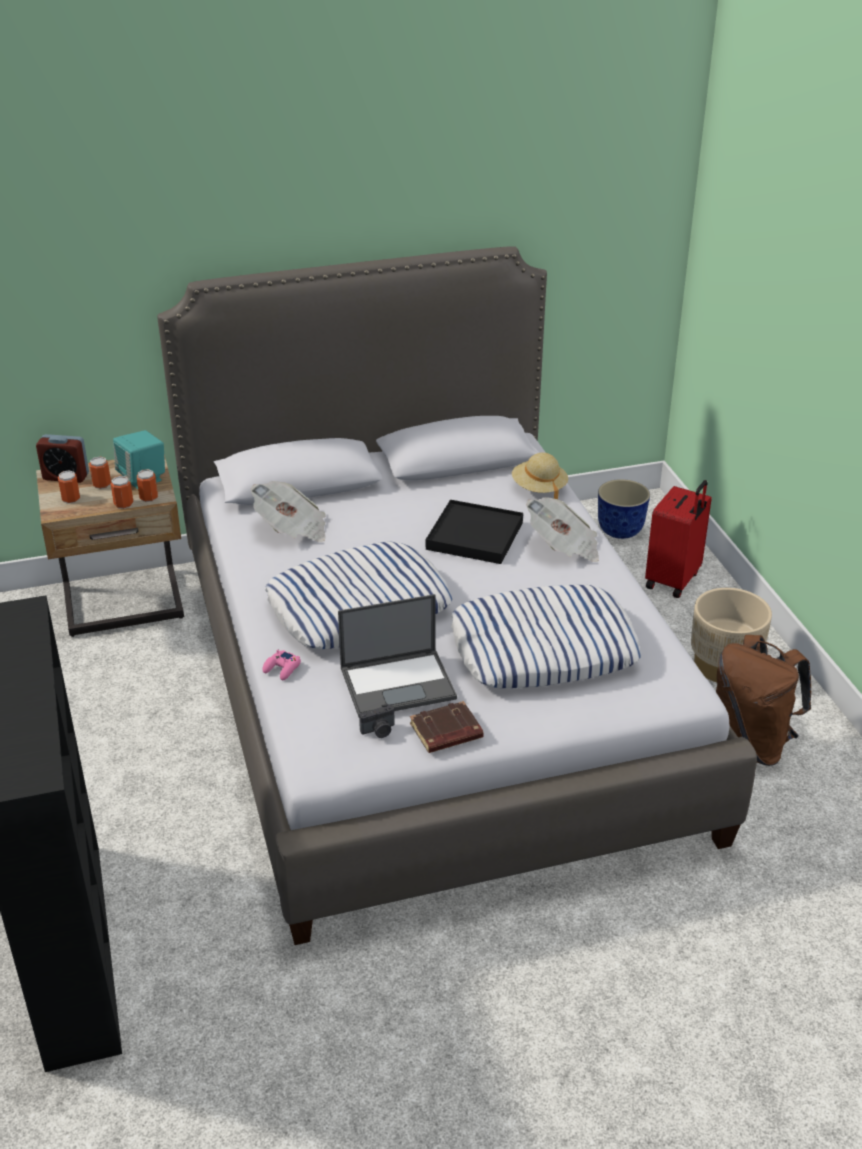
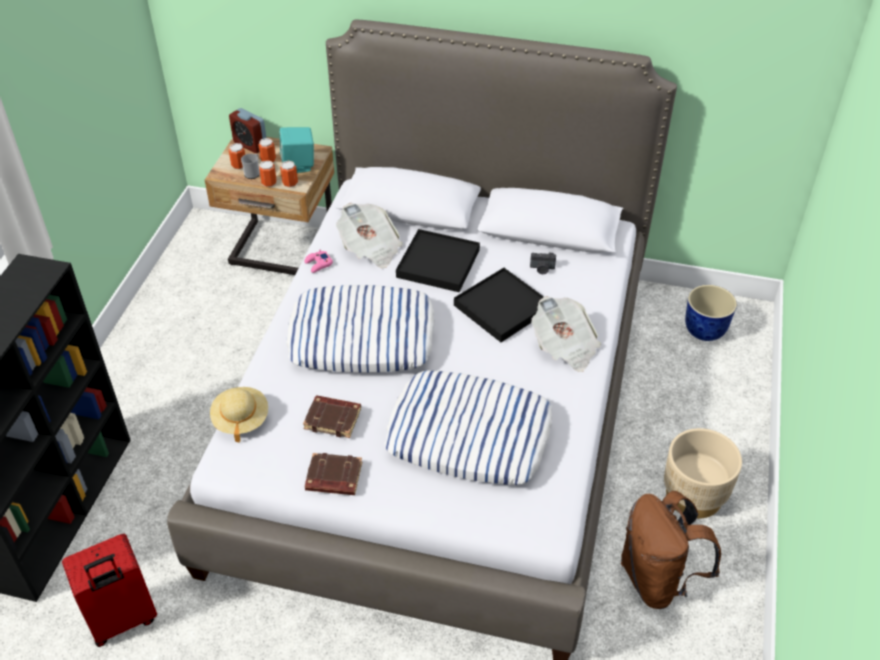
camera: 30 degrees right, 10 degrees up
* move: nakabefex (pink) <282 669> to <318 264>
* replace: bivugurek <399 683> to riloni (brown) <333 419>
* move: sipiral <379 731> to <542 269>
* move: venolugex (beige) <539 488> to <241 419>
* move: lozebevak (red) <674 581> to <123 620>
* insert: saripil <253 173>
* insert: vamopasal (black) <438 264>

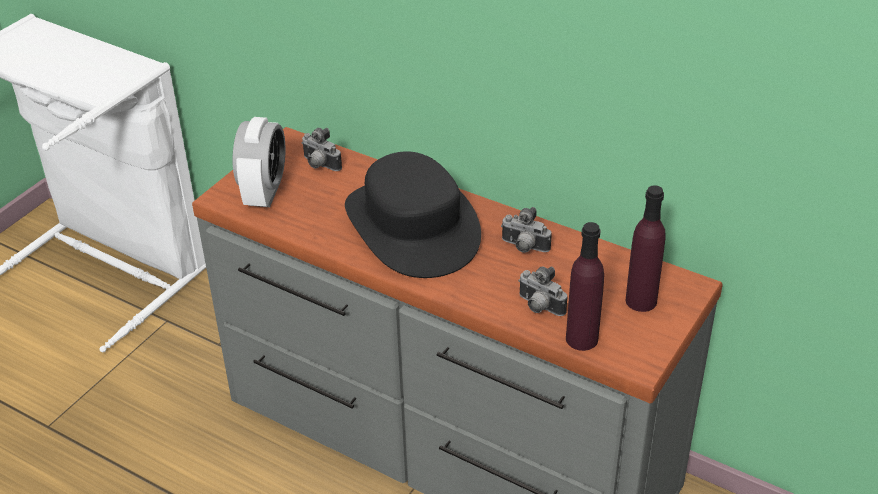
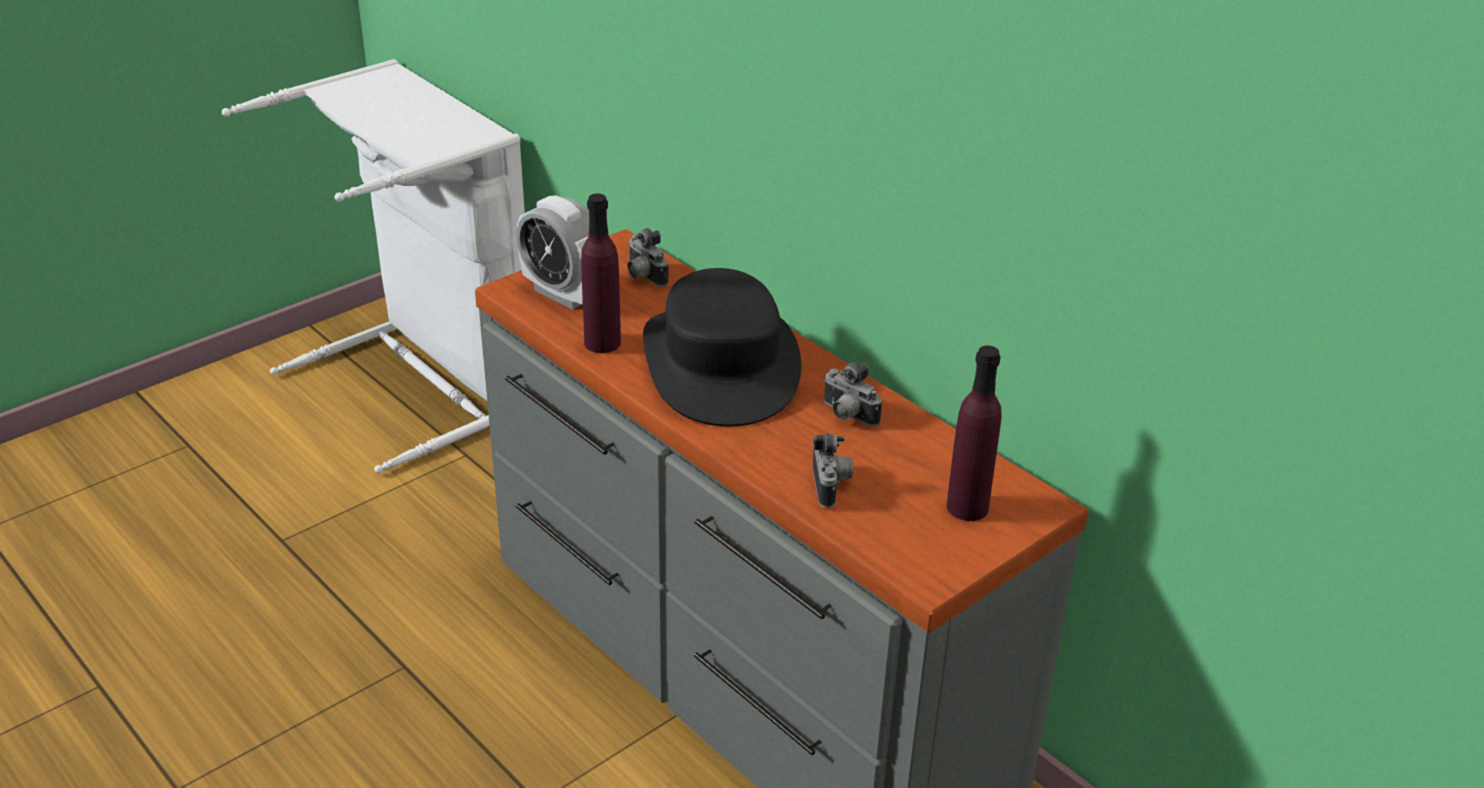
camera: 15 degrees right, 5 degrees down
* rotate: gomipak <264 193> = <563 294> 105 degrees clockwise
* rotate: sipiral <539 307> = <831 486> 150 degrees counterclockwise
* move: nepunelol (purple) <582 339> to <602 343>

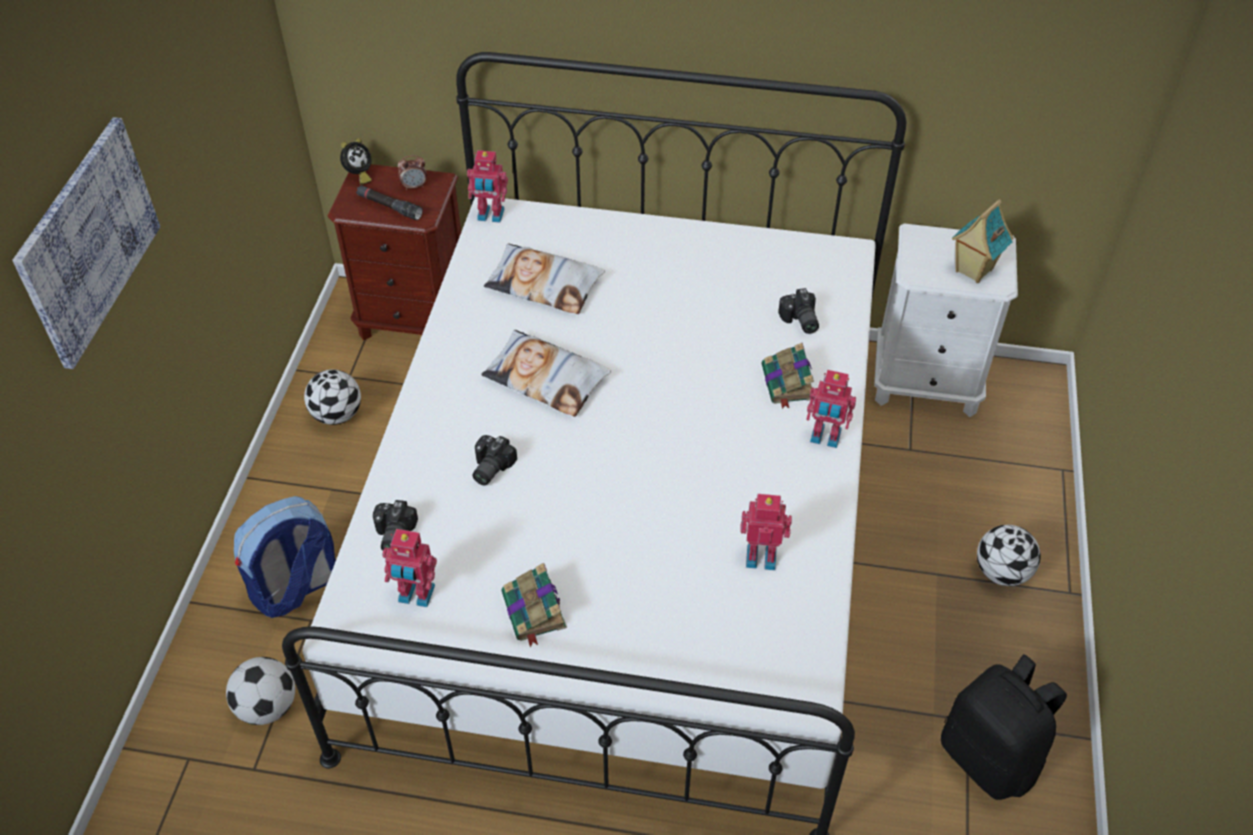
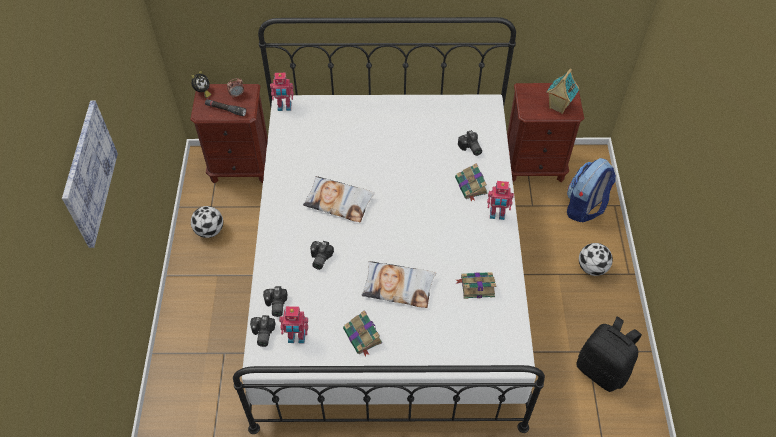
camera: 10 degrees left, 5 degrees up
* delete: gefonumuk <267 706>
* move: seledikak <296 588> to <584 207>
* move: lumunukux <544 285> to <398 286>
* replace: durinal <761 555> to riloni <476 286>
* recolor: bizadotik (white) <926 383> to bizadotik (brown) <534 165>
* insert: sipiral <262 334>

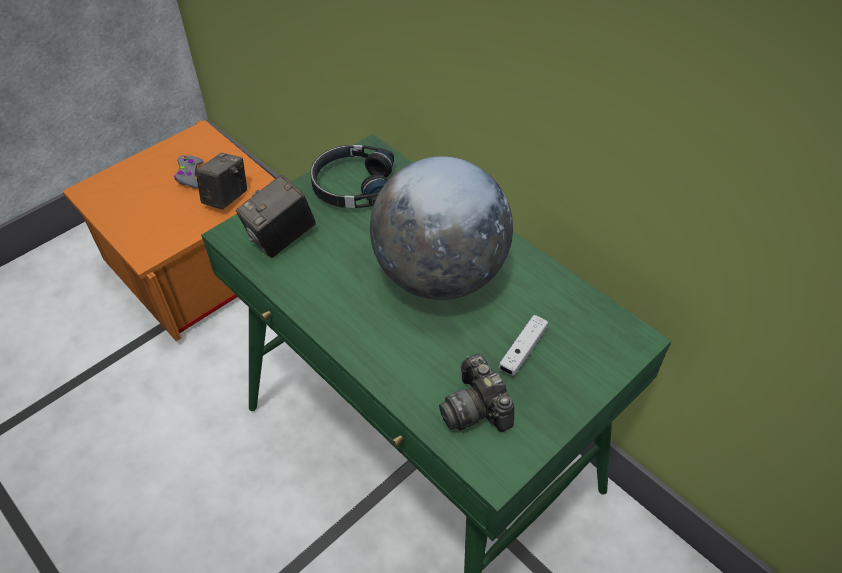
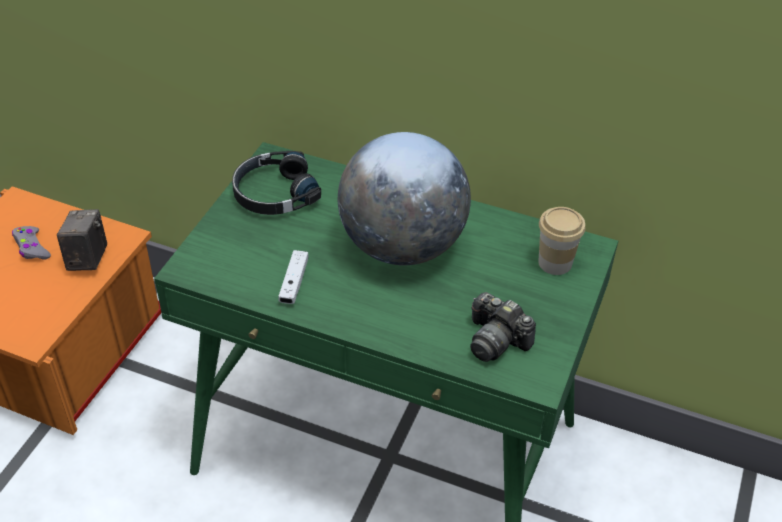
camera: 25 degrees left, 5 degrees down
* delete: sipiral <281 239>
* move: nakabefex (white) <522 350> to <294 283>
* insert: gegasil <555 263>

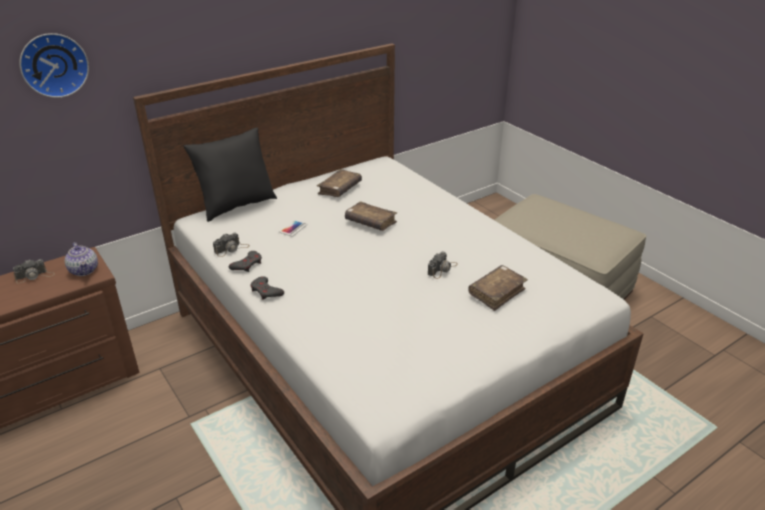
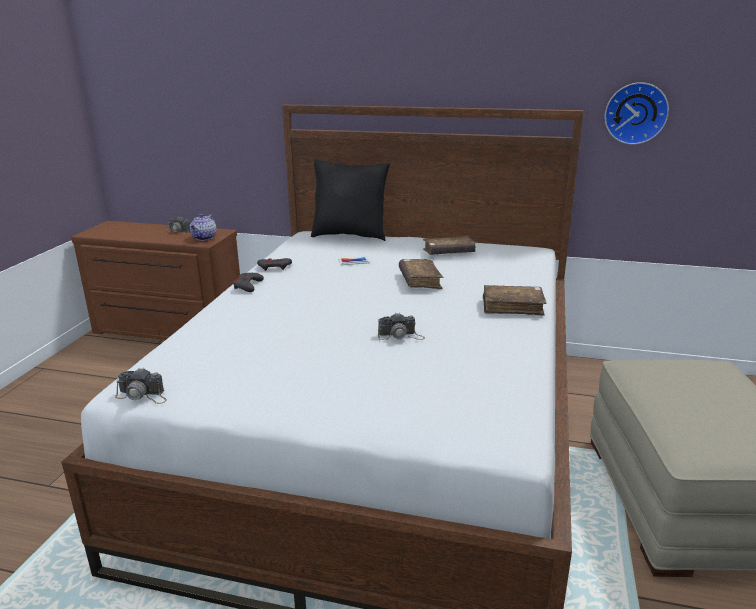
camera: 50 degrees right, 10 degrees down
* move: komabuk <53 64> to <635 113>
* move: sipiral <231 249> to <143 395>
* move: riloni (brown) <497 292> to <512 307>

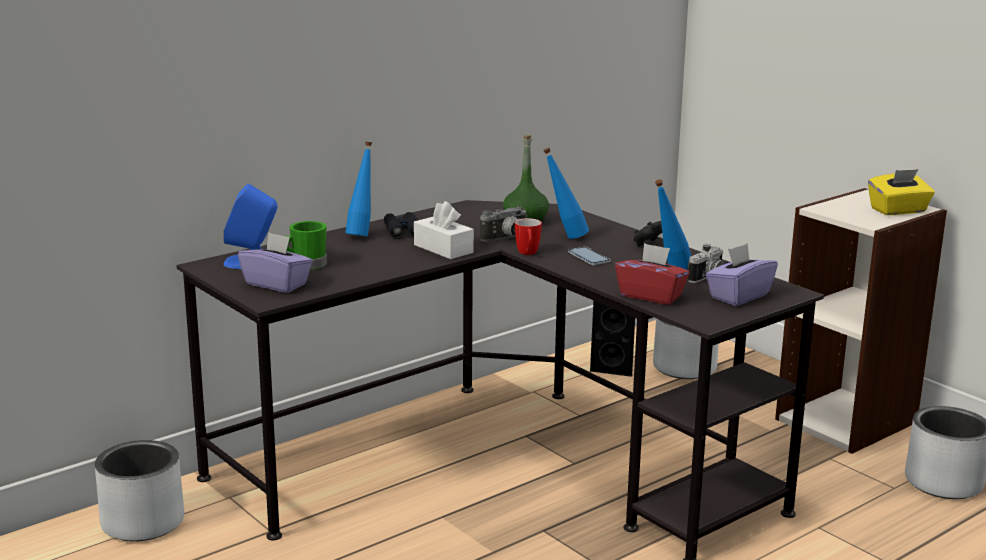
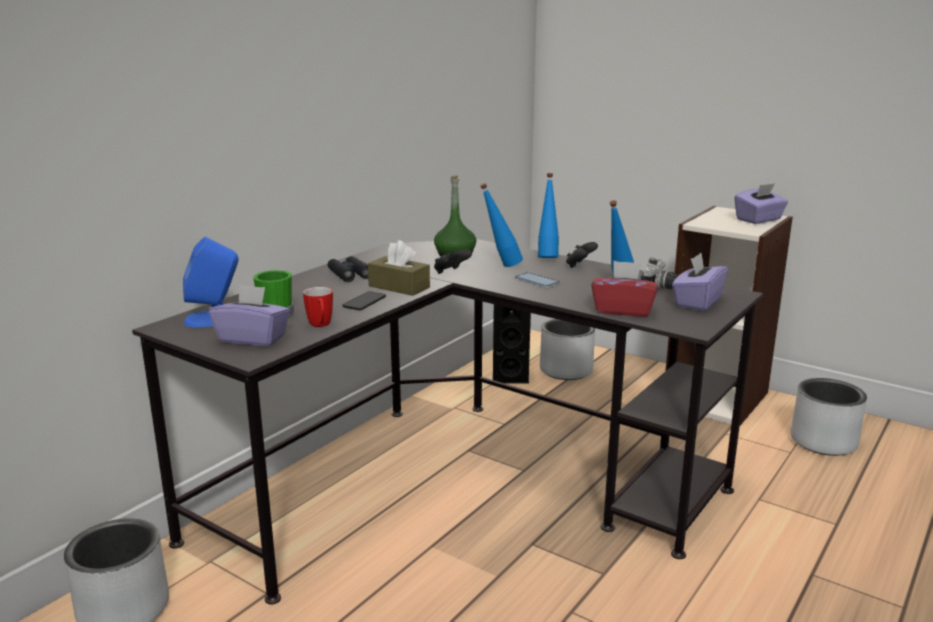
camera: 15 degrees left, 0 degrees up
* move: nepunelol (blue) <362 234> to <547 257>
* recolor: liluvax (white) <443 249> to liluvax (brown) <399 287>
* replace: sipiral <506 239> to nakabefex (black) <451 272>
* move: saripil <528 254> to <321 325>
* recolor: liluvax (yellow) <898 210> to liluvax (purple) <759 220>
* insert: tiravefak <364 302>

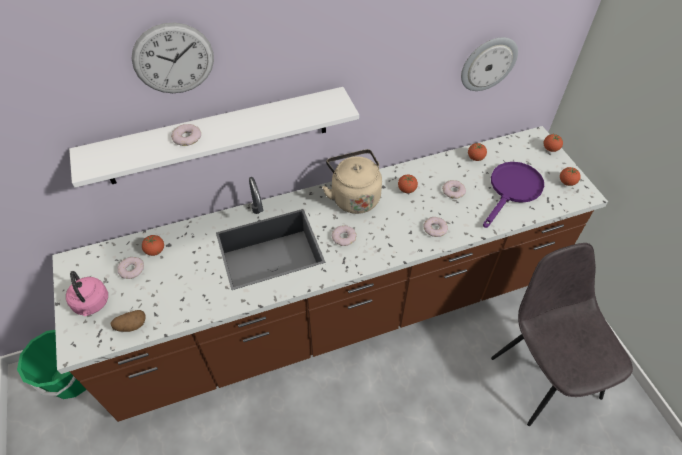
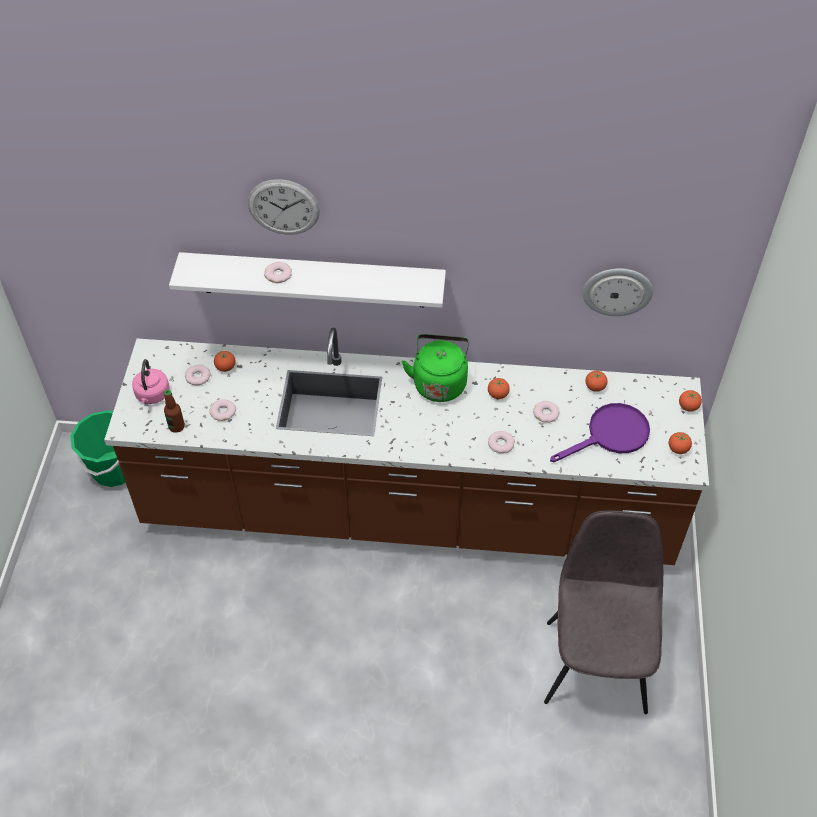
camera: 25 degrees right, 0 degrees up
* replace: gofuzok <131 326> to nepunelol <176 427>
* recolor: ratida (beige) <354 196> to ratida (green) <439 382>
* move: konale <344 237> to <223 412>

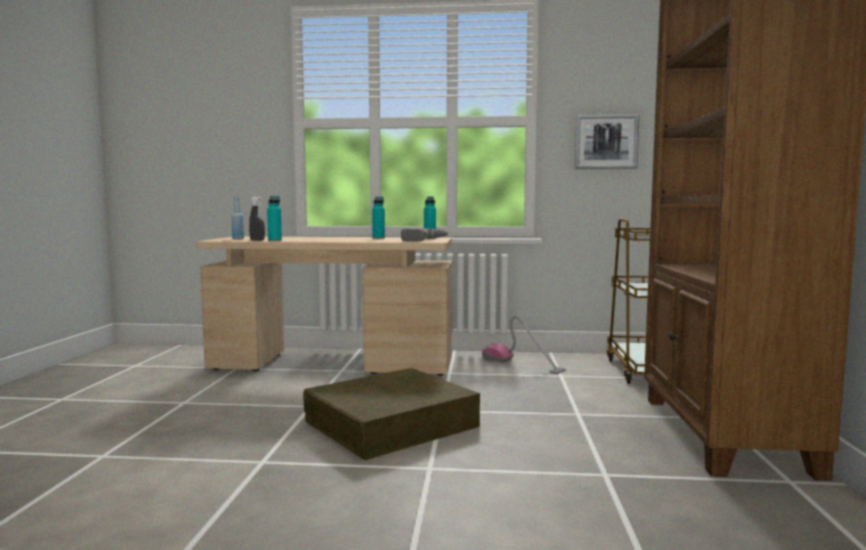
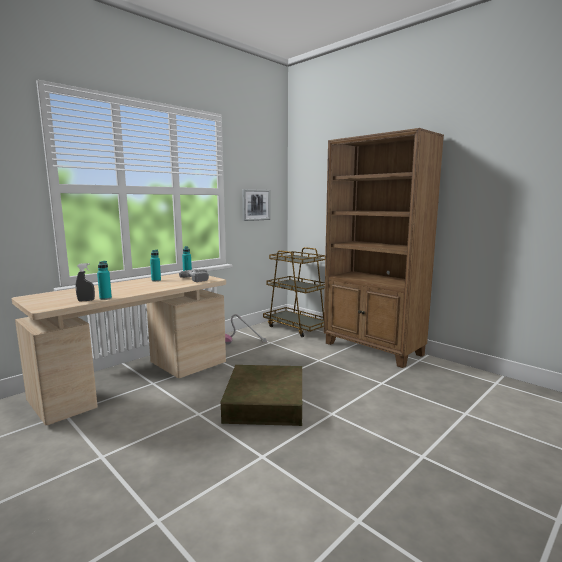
camera: 50 degrees left, 5 degrees up
* delete: nepunelol (blue) <238 239>

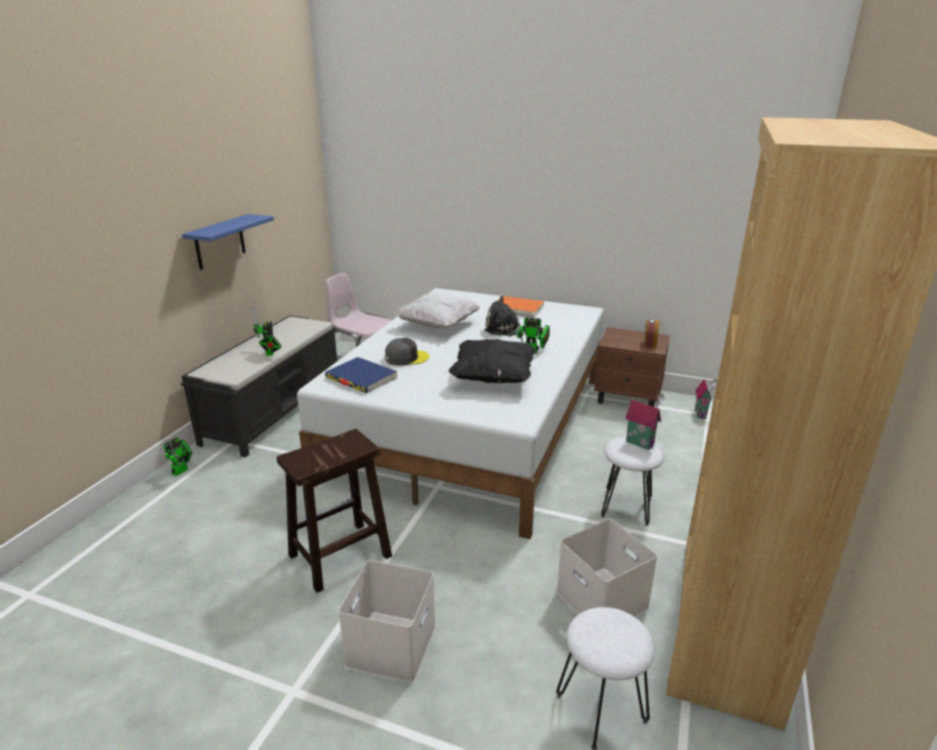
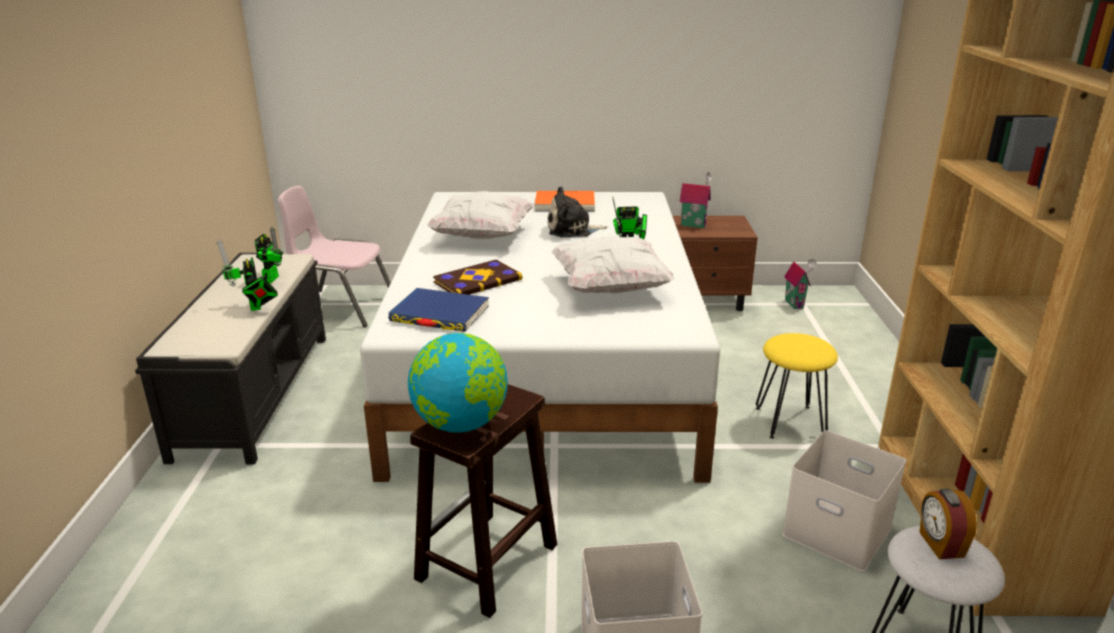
camera: 20 degrees left, 0 degrees up
* move: durinal <182 470> to <272 278>
* delete: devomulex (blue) <220 242>
* replace: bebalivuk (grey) <406 358> to riloni <477 281>
* recolor: lumunukux (black) <493 378> to lumunukux (white) <611 288>
* recolor: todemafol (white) <626 507> to todemafol (yellow) <789 421>
* move: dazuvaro <641 443> to <693 224>
* move: gomipak <649 344> to <940 544>
* insert: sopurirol <461 424>

